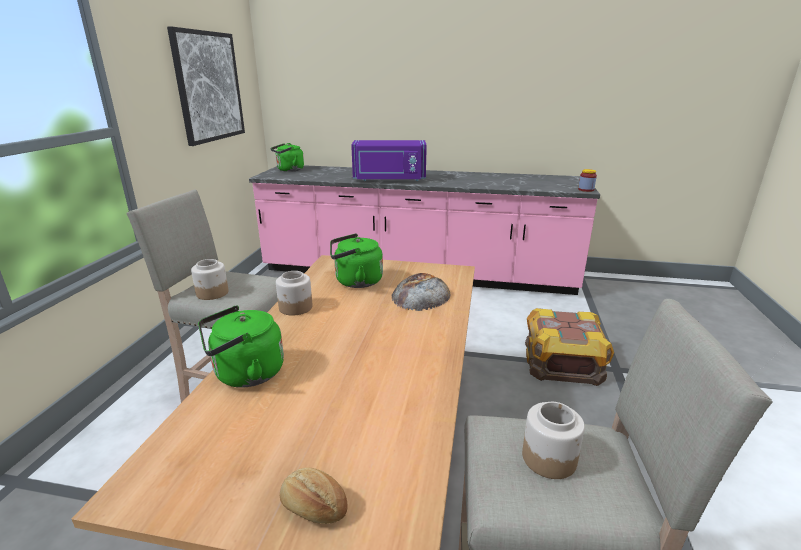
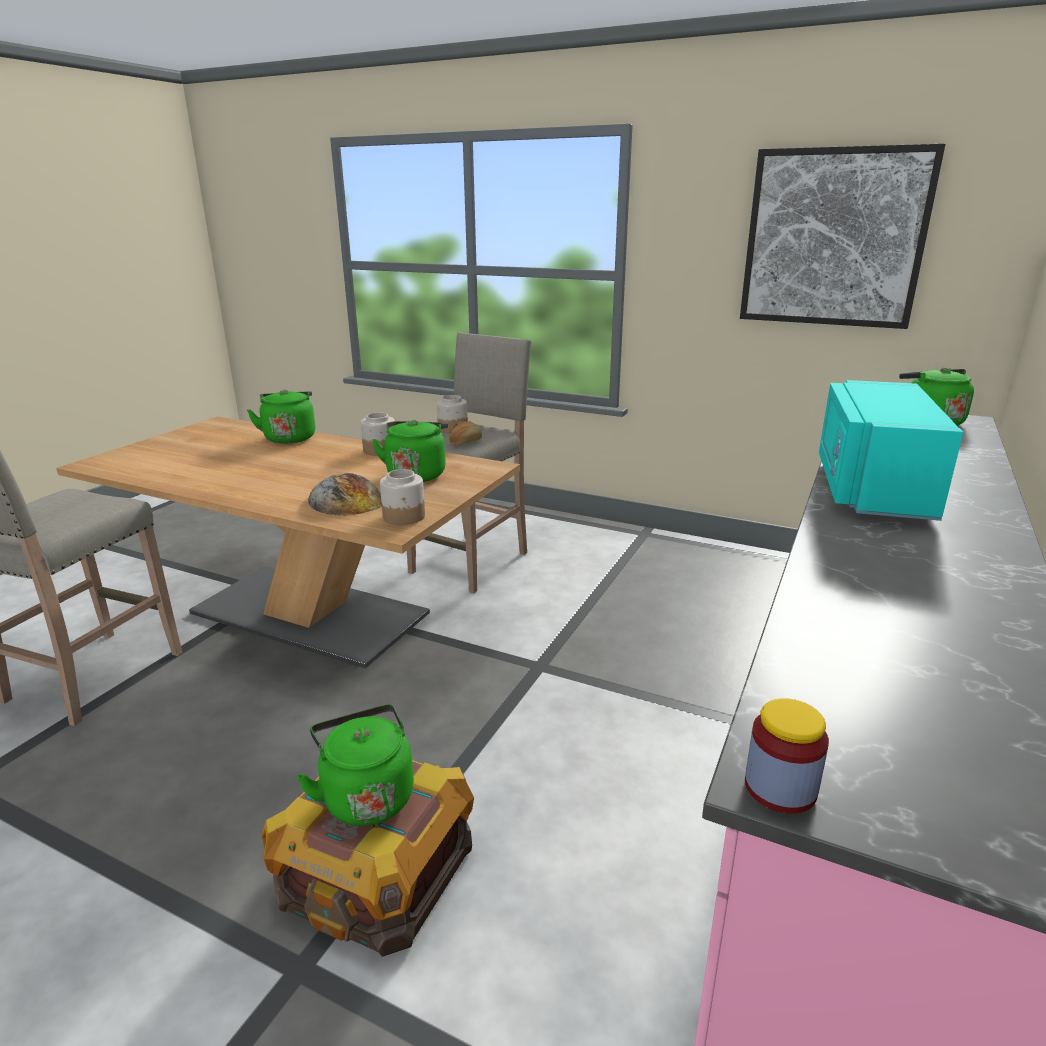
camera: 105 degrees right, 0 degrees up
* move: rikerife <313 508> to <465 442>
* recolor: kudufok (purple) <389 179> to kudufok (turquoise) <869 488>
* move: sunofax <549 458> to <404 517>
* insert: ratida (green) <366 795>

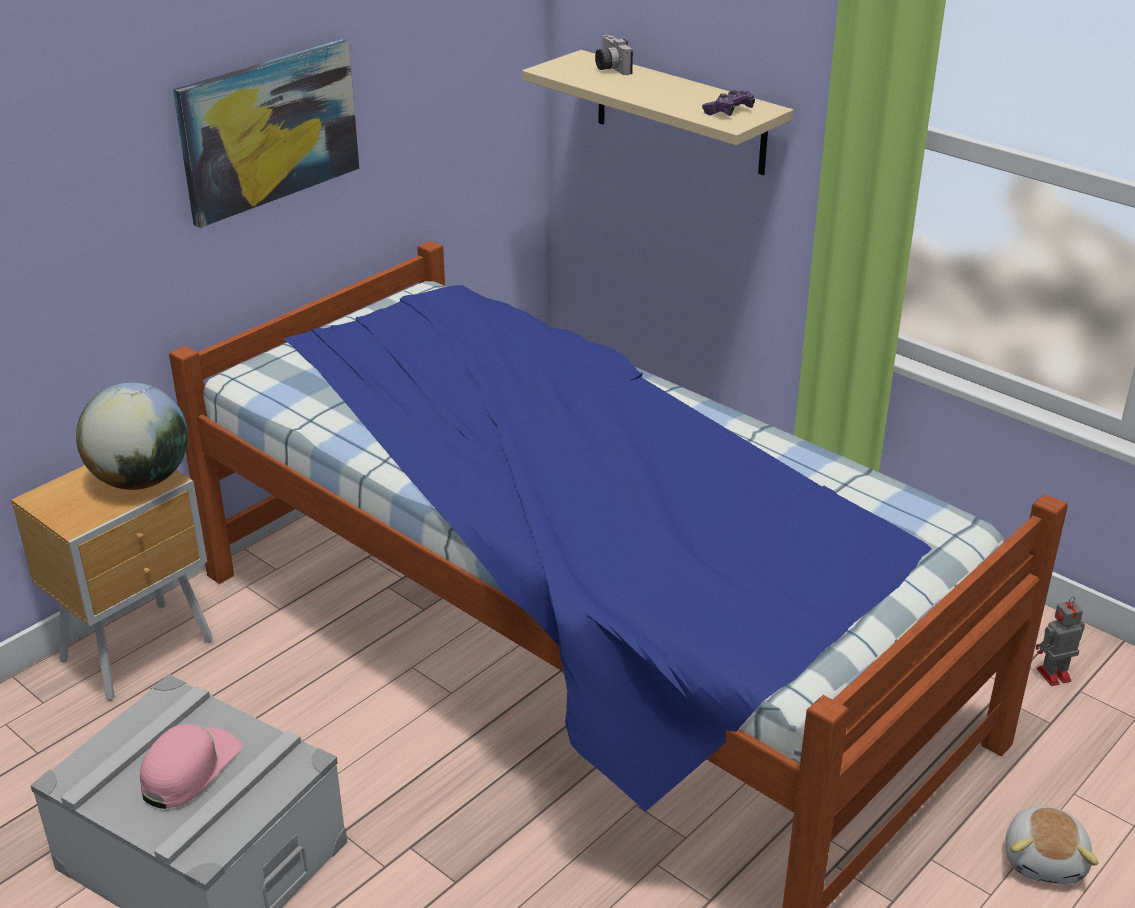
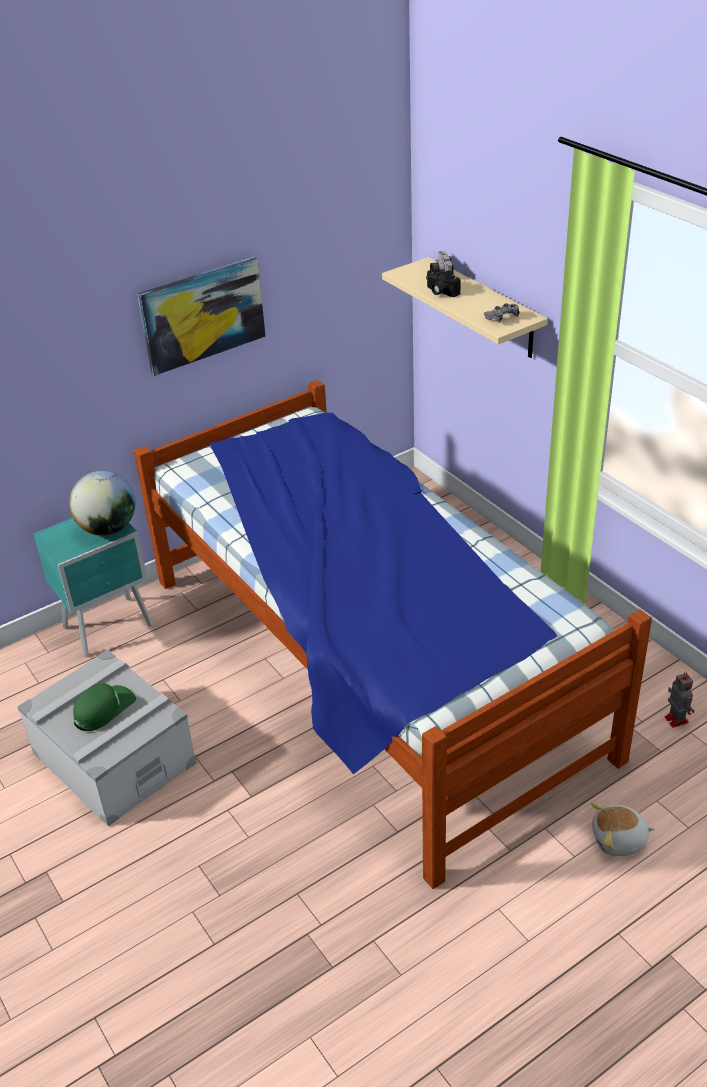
camera: 15 degrees right, 5 degrees up
* recolor: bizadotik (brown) <141 650> to bizadotik (turquoise) <110 627>
* recolor: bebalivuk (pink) <189 769> to bebalivuk (green) <104 709>
* recolor: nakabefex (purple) <728 112> to nakabefex (grey) <502 318>
* rotate: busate <1045 860> = <619 840> 60 degrees clockwise
* rotate: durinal <1052 675> = <675 719> 75 degrees clockwise
* insert: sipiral <440 291>

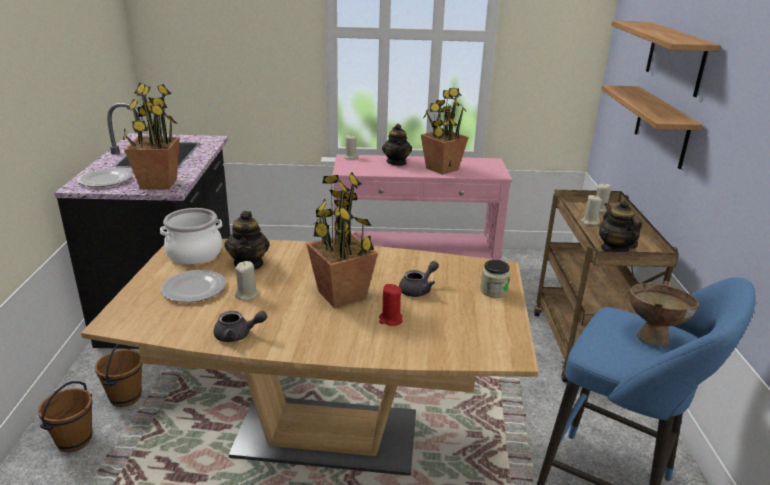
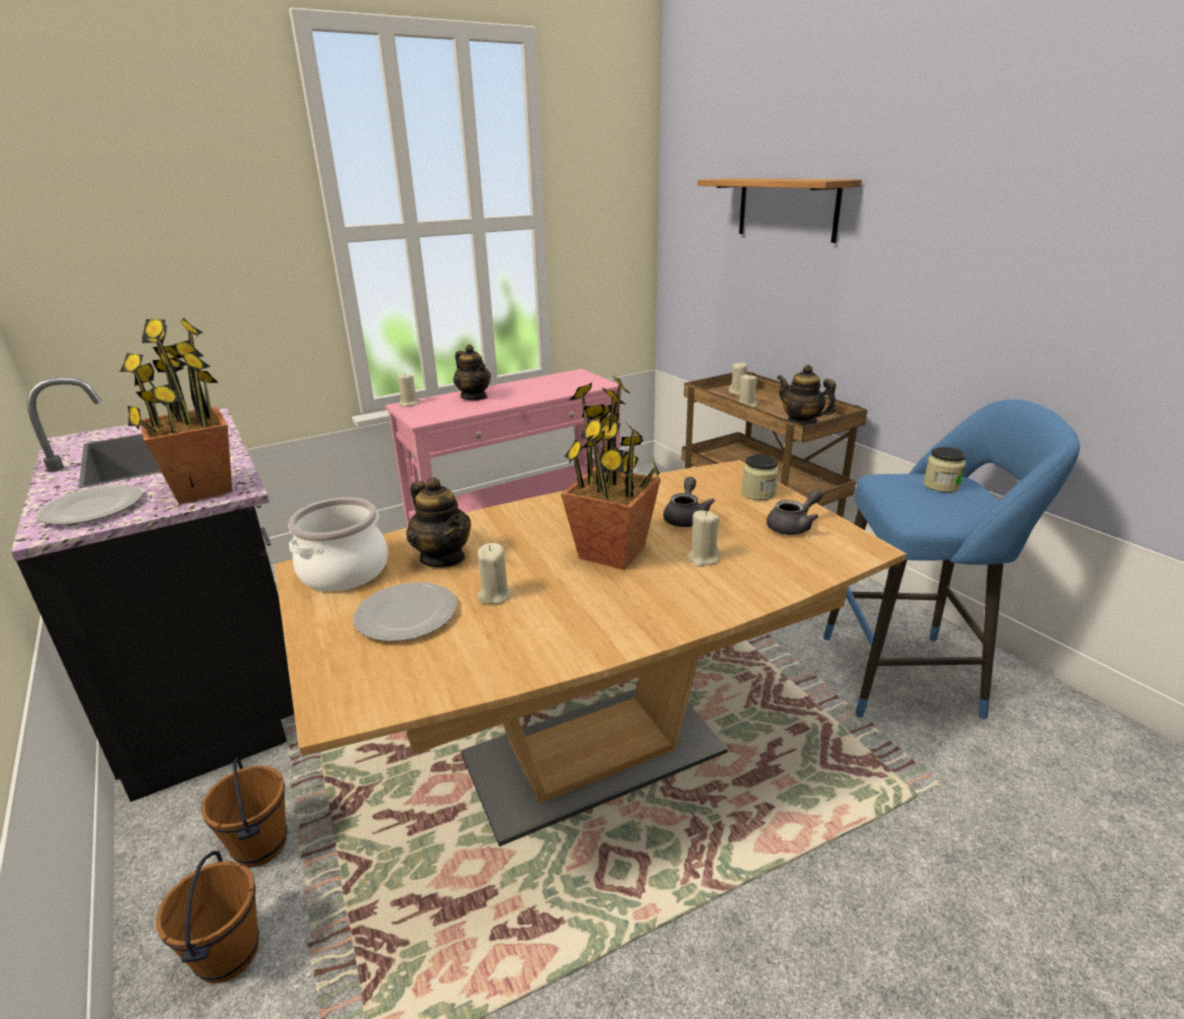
camera: 30 degrees left, 0 degrees up
* move: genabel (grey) <238 335> to <793 526>
* recolor: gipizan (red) <390 319> to gipizan (beige) <703 558>
* delete: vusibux <441 169>
* delete: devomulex <661 127>
* replace: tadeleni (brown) <653 335> to sunofax <941 485>

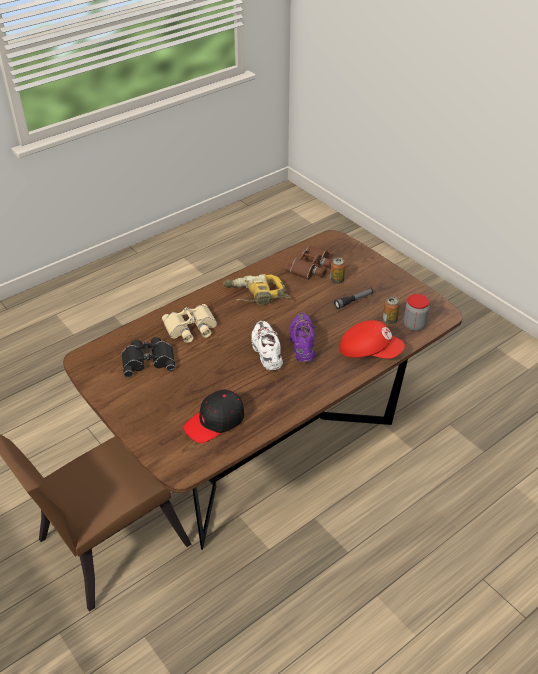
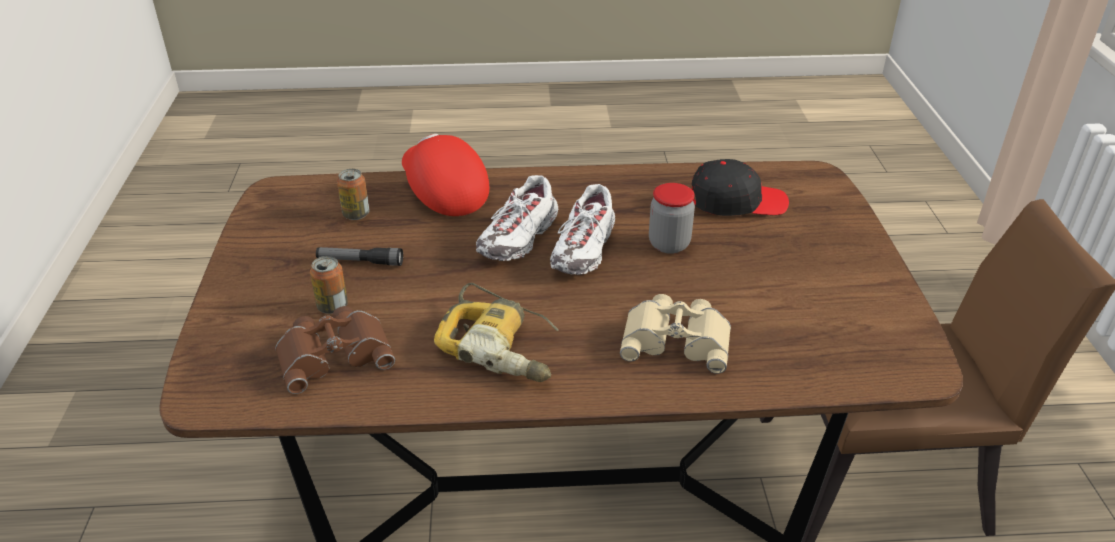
camera: 145 degrees left, 5 degrees down
* delete: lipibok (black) <148 360>
* recolor: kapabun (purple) <302 343> to kapabun (white) <519 238>
* move: sunofax <414 325> to <669 244>

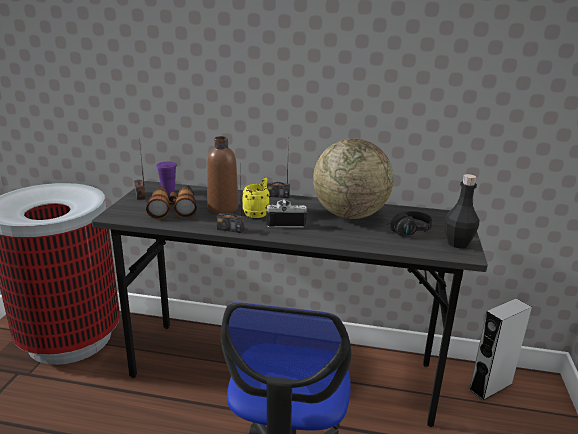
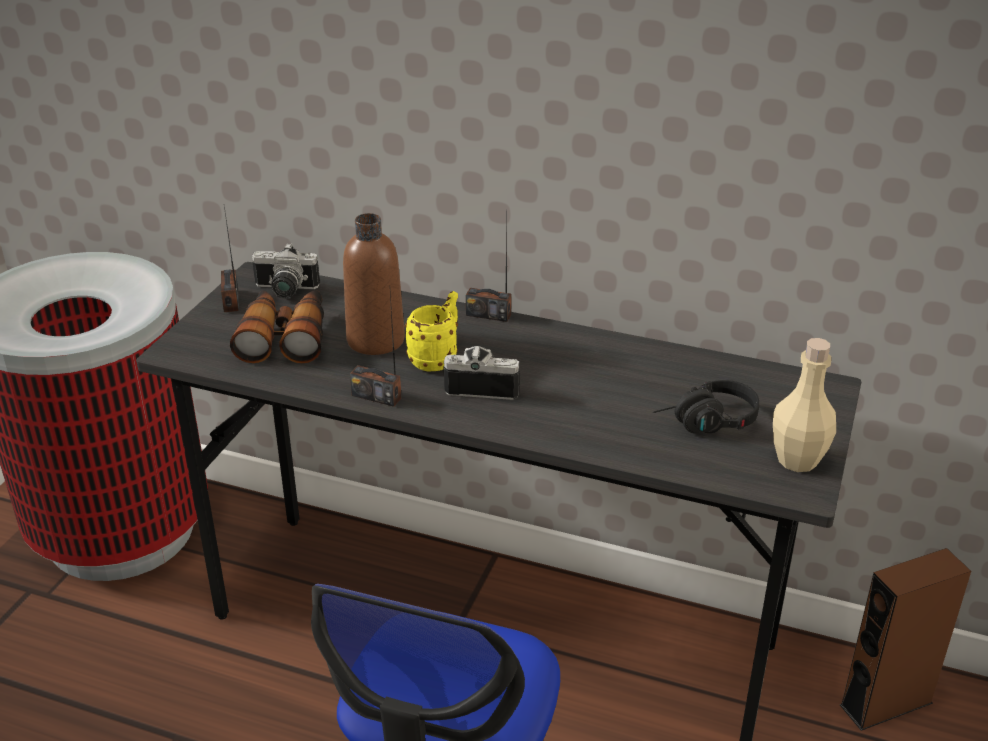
camera: 10 degrees right, 10 degrees up
* replace: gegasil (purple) <168 190> to sipiral <284 291>
* delete: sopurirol <349 215>
* recolor: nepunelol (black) <457 243> to nepunelol (beige) <797 460>
* recolor: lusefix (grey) <490 386> to lusefix (brown) <886 704>

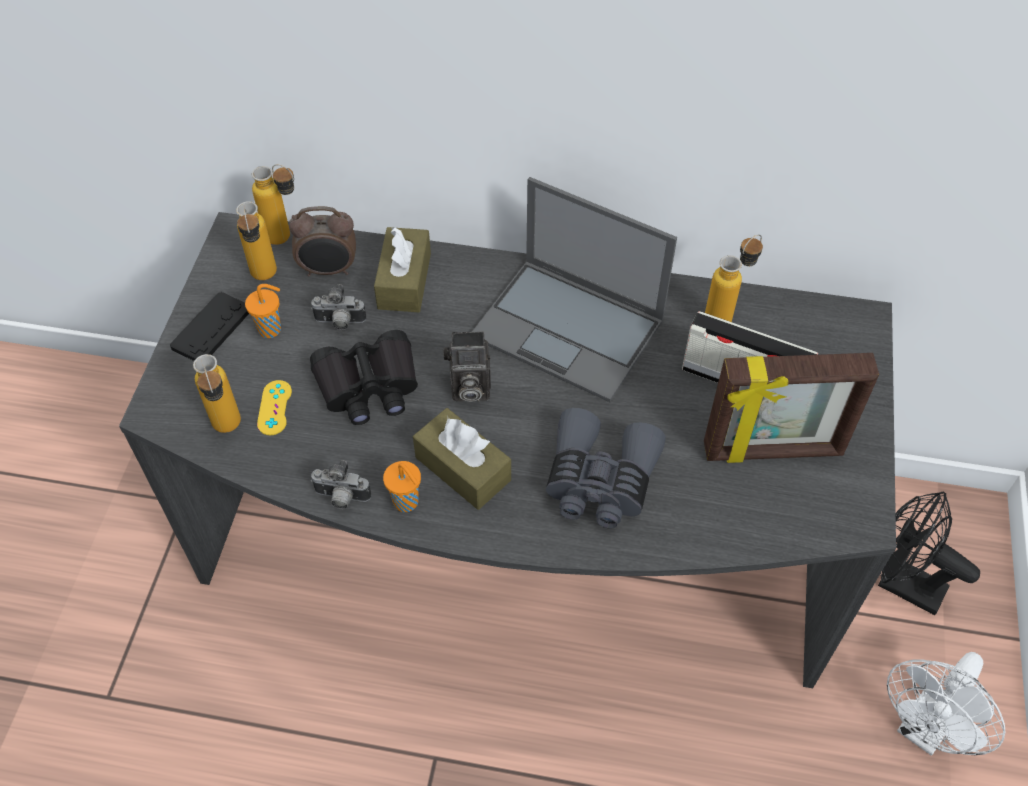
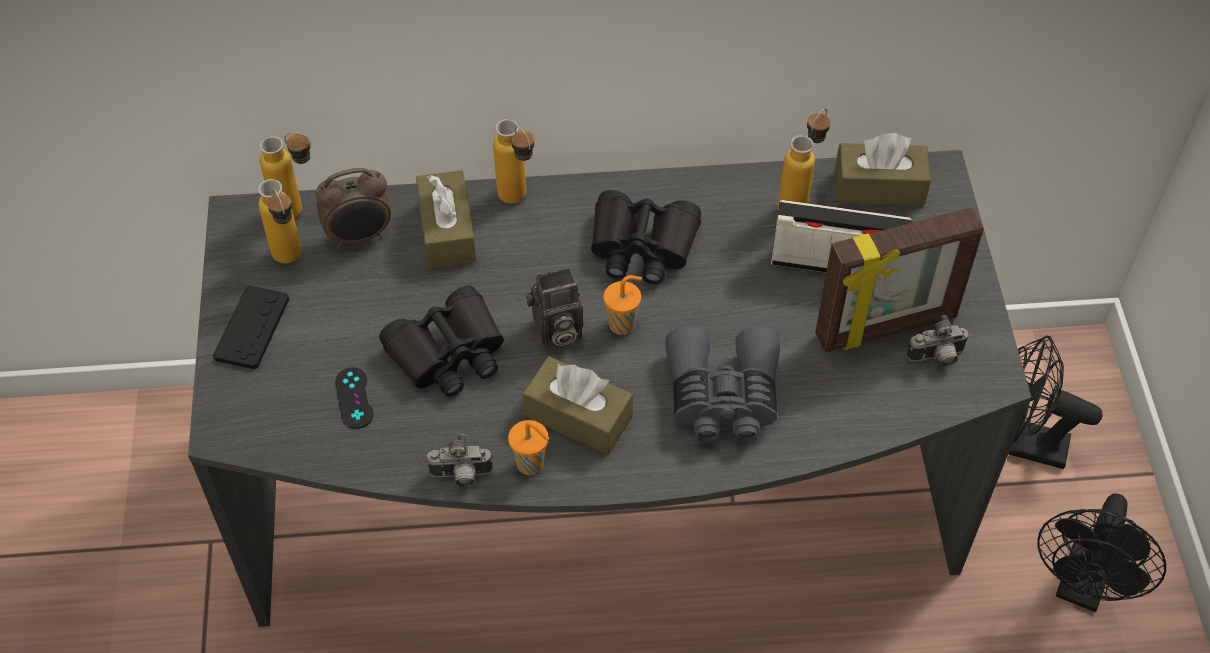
camera: 15 degrees left, 0 degrees up
* move: nepunelol <229 431> to <518 201>
* move: gegasil (orange) <271 329> to <623 324>
* recolor: nakabefex (yellow) <274 408> to nakabefex (black) <354 398>
* move: sipiral <340 323> to <937 357>
* replace: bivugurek <570 329> to lipibok (black) <642 246>
* recolor: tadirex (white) <924 729> to tadirex (black) <1082 587>
* insert: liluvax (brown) <879 186>

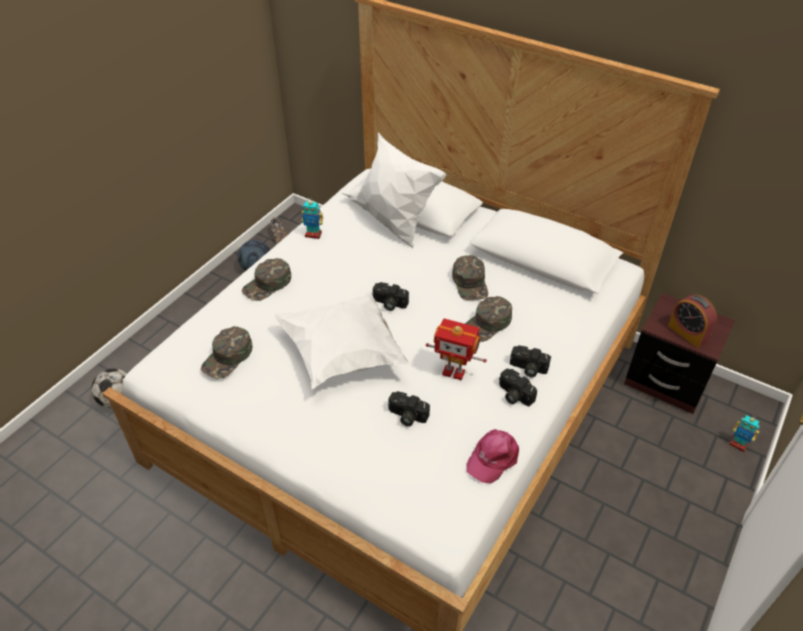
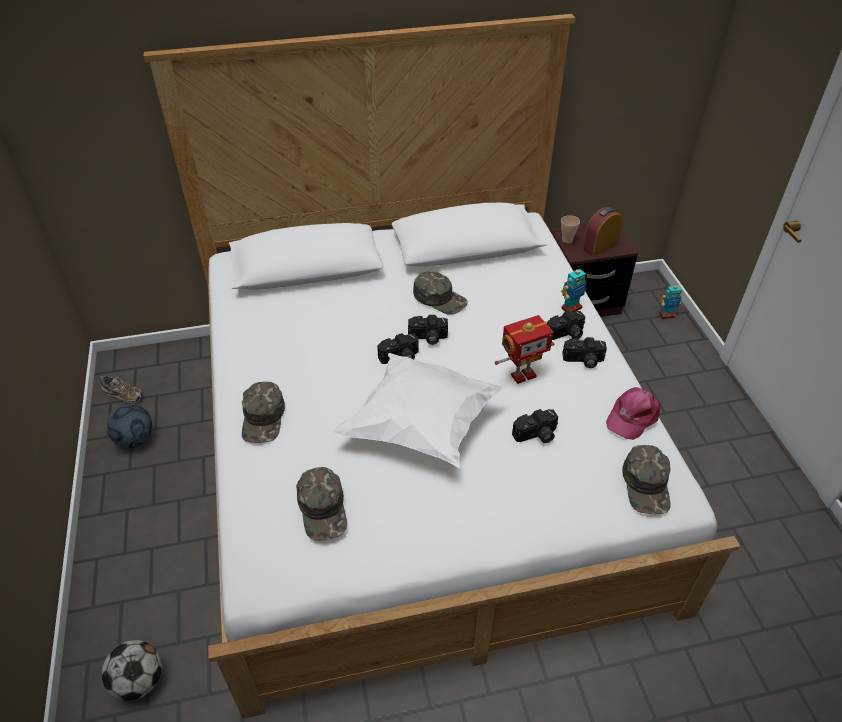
camera: 45 degrees left, 0 degrees up
* move: durinal <313 234> to <571 308>
* delete: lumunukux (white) <394 224>
* move: bebalivuk (green) <487 324> to <647 484>
* rotate: bebalivuk (pink) <493 458> = <632 416> 45 degrees clockwise
* rotate: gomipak <687 333> = <600 246> 135 degrees clockwise
* insert: sipiral <427 337>
* insert: gegasil <567 240>

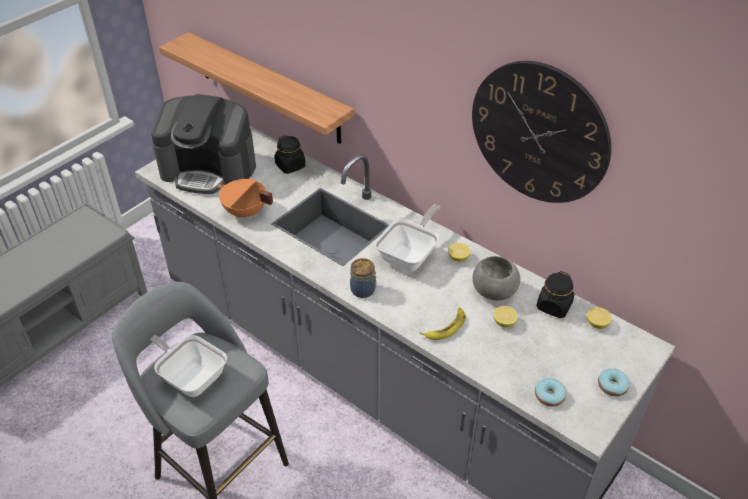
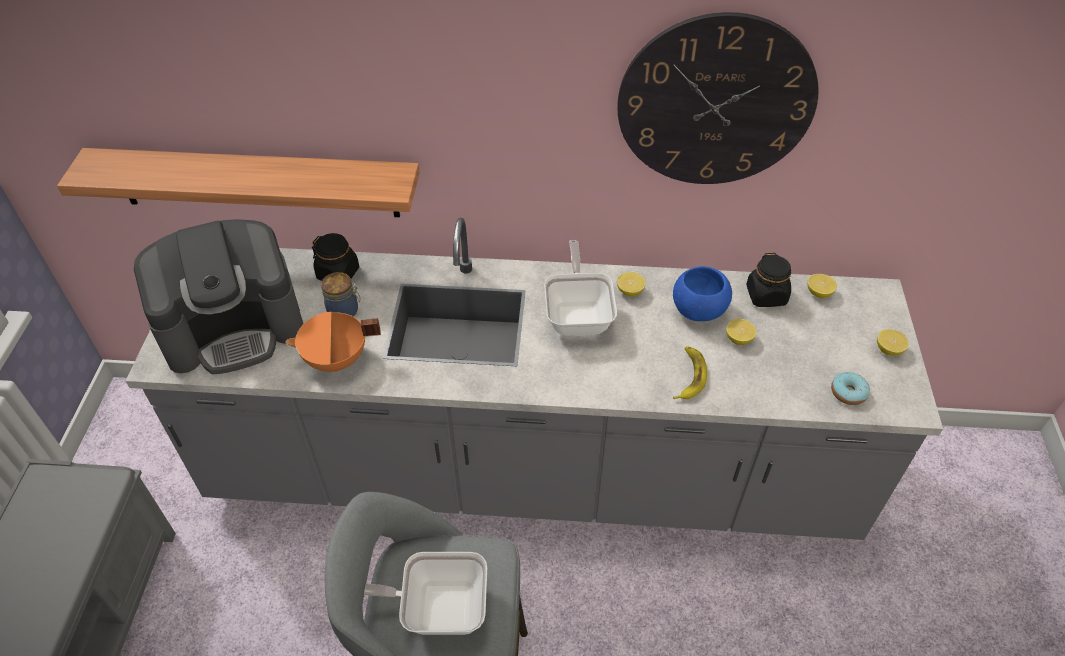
camera: 35 degrees left, 5 degrees up
* move: sunofax <364 290> to <344 311>
* recolor: tadeleni (grey) <494 292> to tadeleni (blue) <699 311>
* replace: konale <612 386> to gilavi <888 349>

